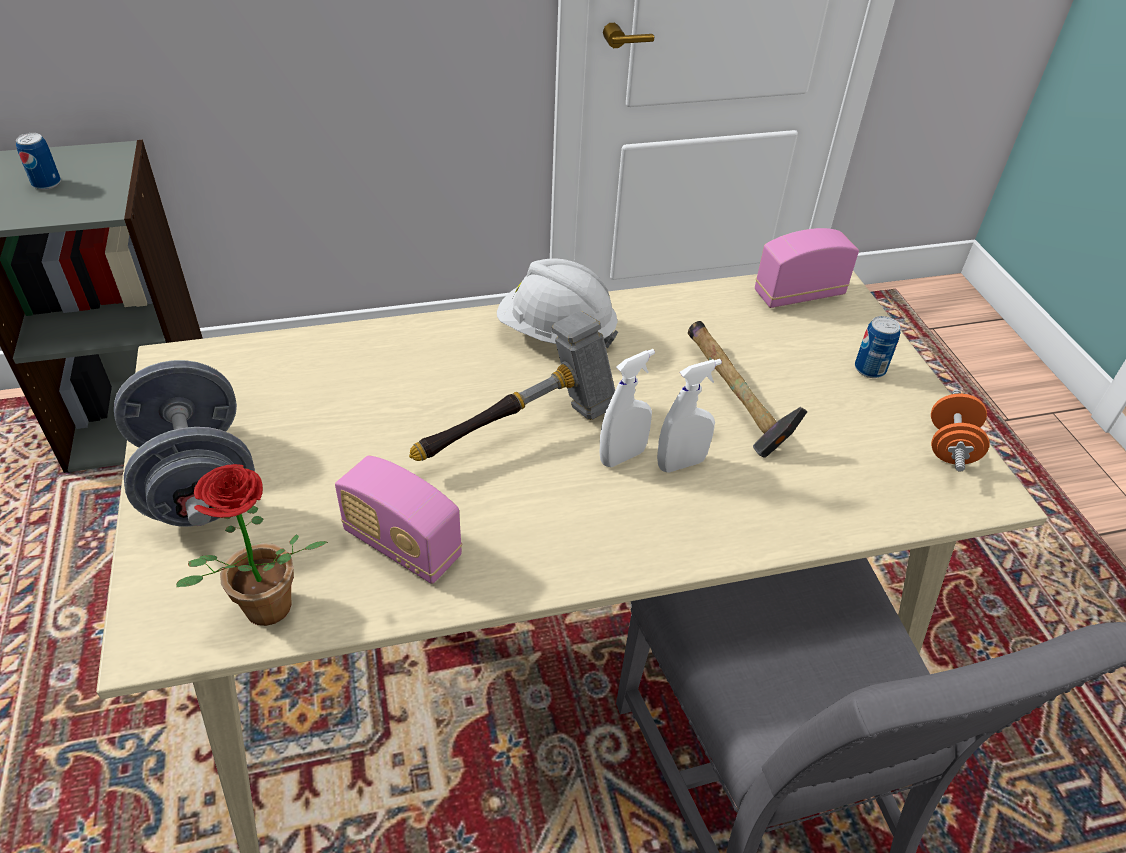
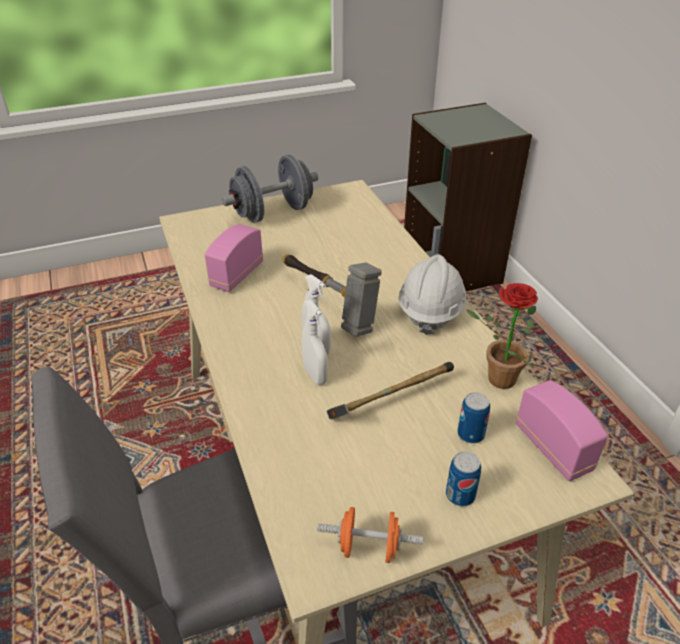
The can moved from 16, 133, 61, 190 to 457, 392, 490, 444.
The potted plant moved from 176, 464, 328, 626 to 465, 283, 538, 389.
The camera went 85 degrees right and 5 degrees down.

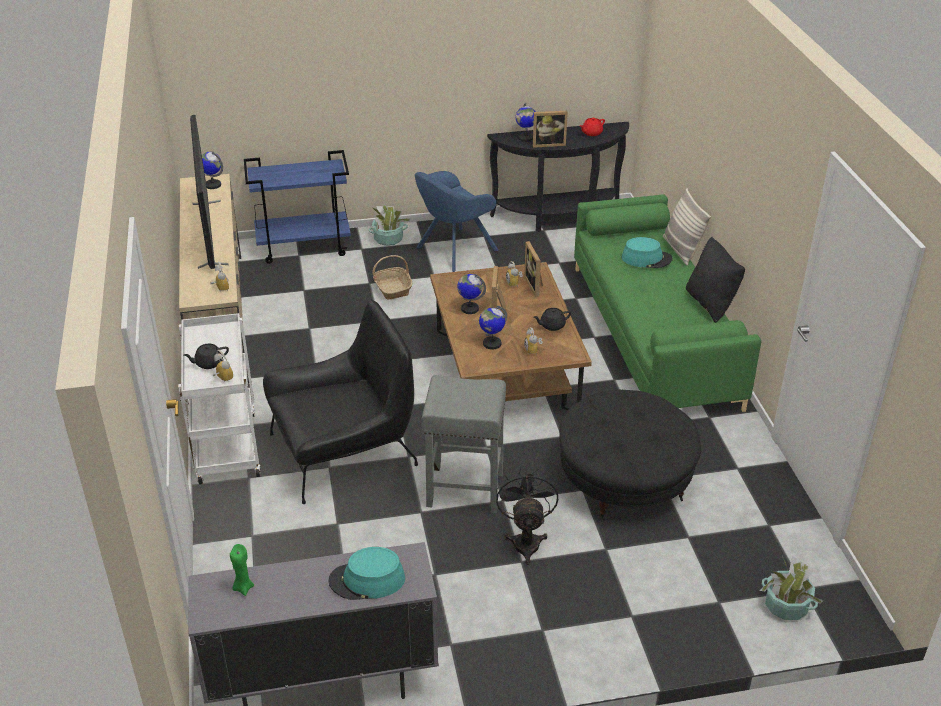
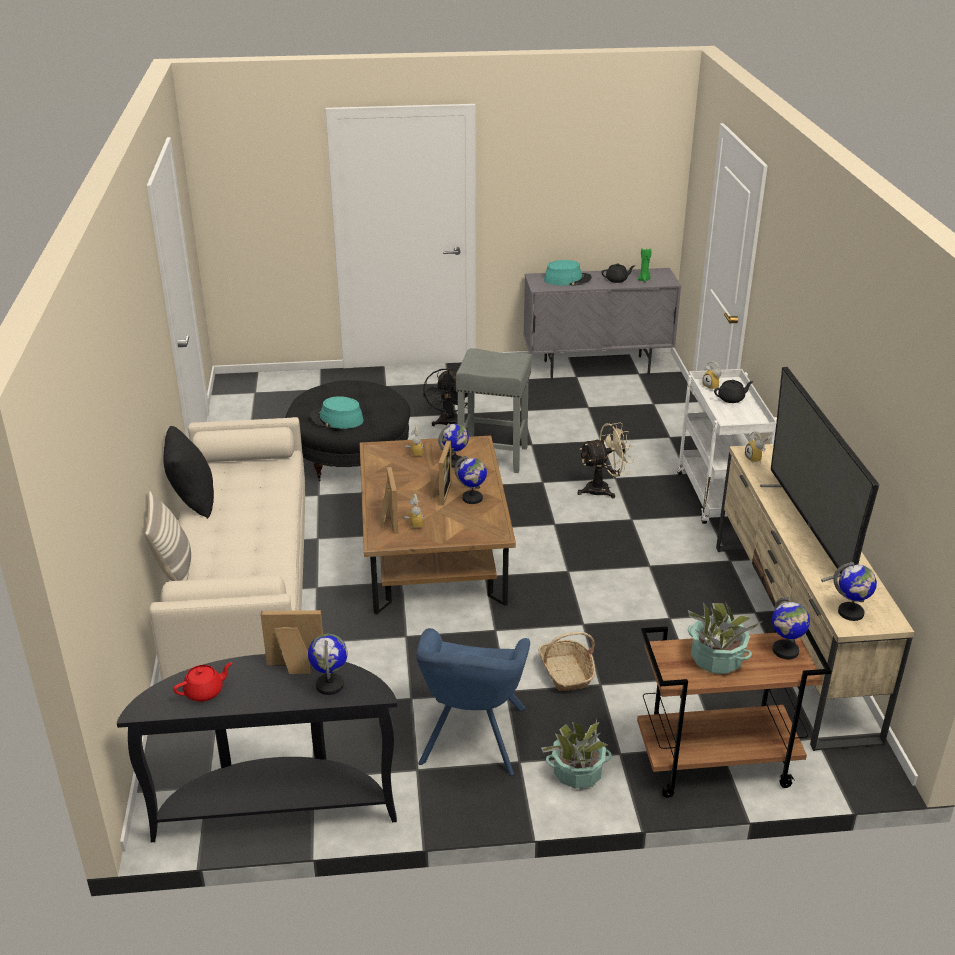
The blue cart at 244, 150, 351, 264 became the brown cart at 637, 626, 831, 798.
The black armchair at 263, 300, 418, 504 was replaced by the beige fan at 577, 422, 634, 499.
The blue armchair at 415, 171, 499, 272 turned 135 degrees clockwise.
The black teapot moved from 534, 308, 571, 331 to 601, 263, 634, 283.
The green sofa at 574, 194, 761, 412 became the beige sofa at 149, 417, 305, 680.
The turquoise hat moved from 622, 237, 673, 268 to 310, 396, 364, 429.
The potted plant moved from 760, 556, 823, 620 to 688, 602, 762, 674.
The globe at 772, 597, 810, 659 appeared.
The camera went 175 degrees left and 5 degrees down.

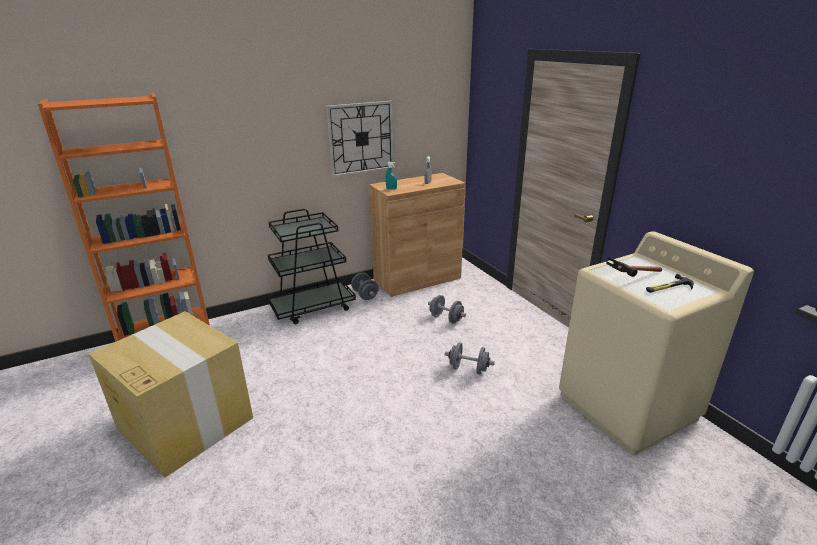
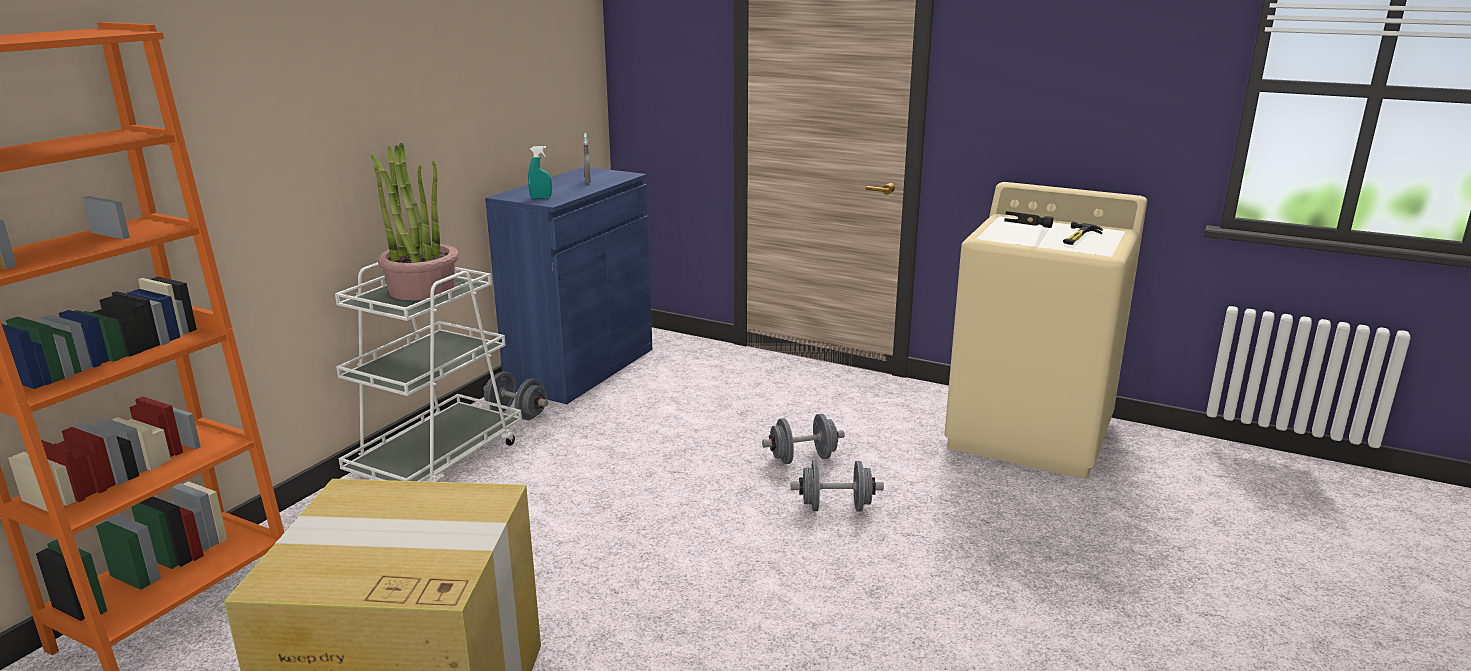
The black cart at 267, 209, 356, 324 became the white cart at 335, 262, 522, 482.
The wall clock at 326, 101, 394, 177 disappeared.
The brown cabinet at 369, 173, 465, 297 became the blue cabinet at 485, 167, 652, 404.
The grey dumbbell moved from 428, 295, 466, 323 to 791, 461, 884, 511.
The potted plant at 371, 143, 459, 300 appeared.
The camera went 35 degrees left and 5 degrees down.

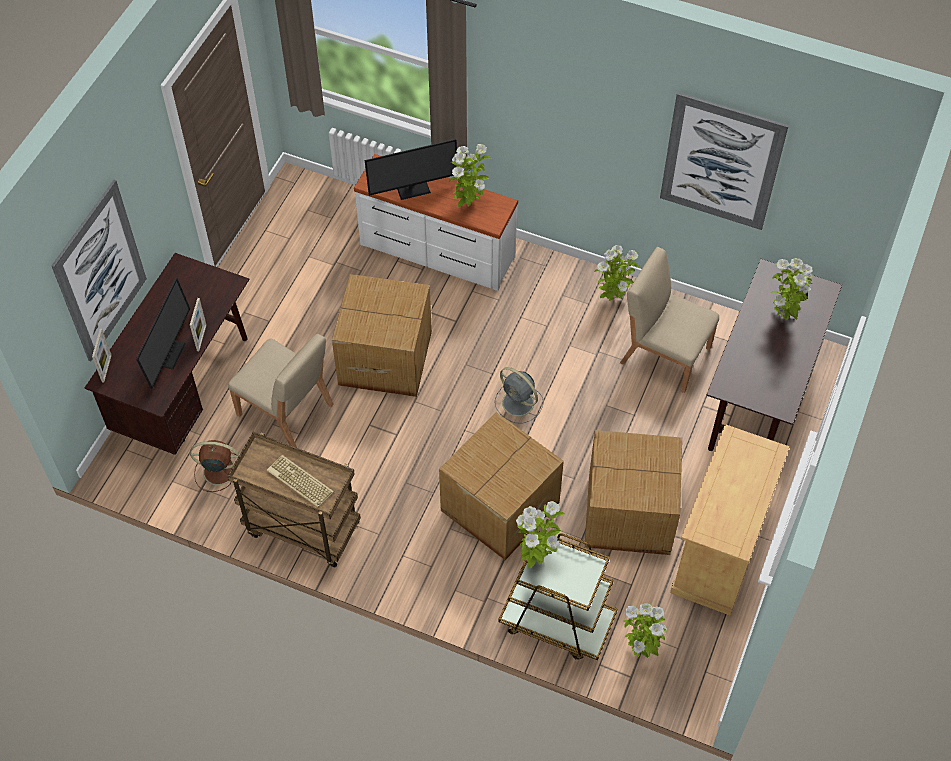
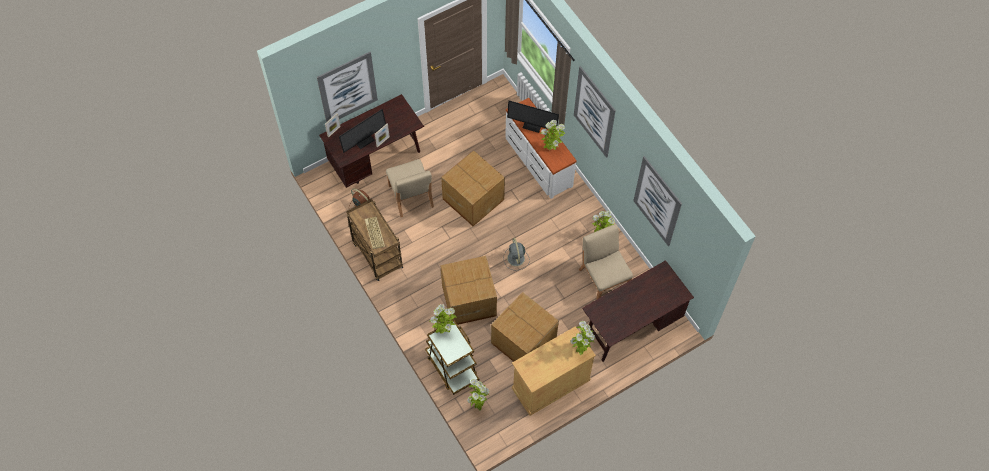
The potted plant moved from 771, 258, 813, 320 to 570, 321, 596, 355.
The picture at 574, 66, 616, 158 appeared.
The camera went 35 degrees right and 5 degrees up.

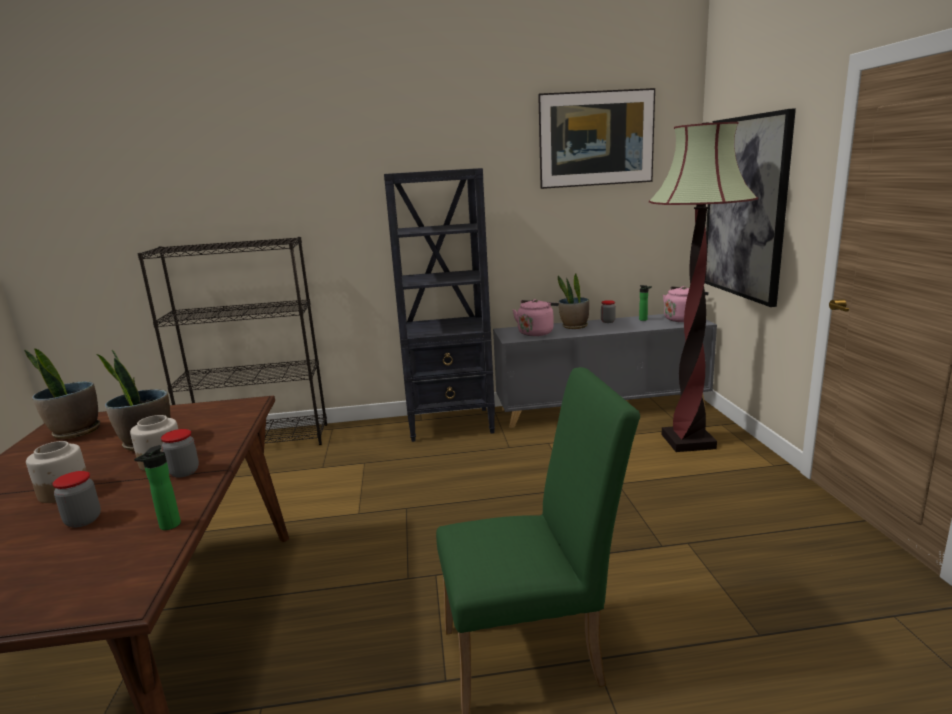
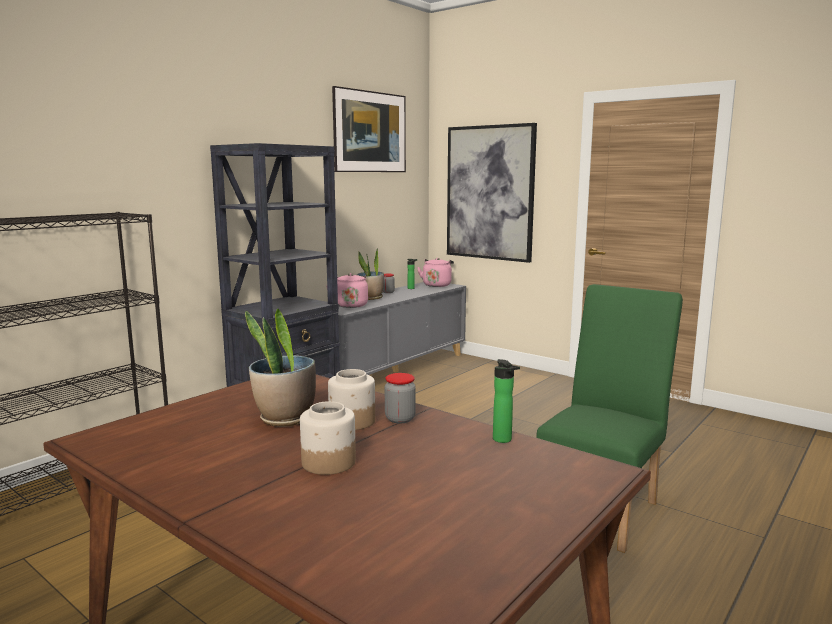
The potted plant at 24, 348, 100, 439 disappeared.
The jar at 52, 471, 101, 528 disappeared.
The floor lamp at 649, 122, 758, 452 disappeared.
The camera went 45 degrees left and 5 degrees down.

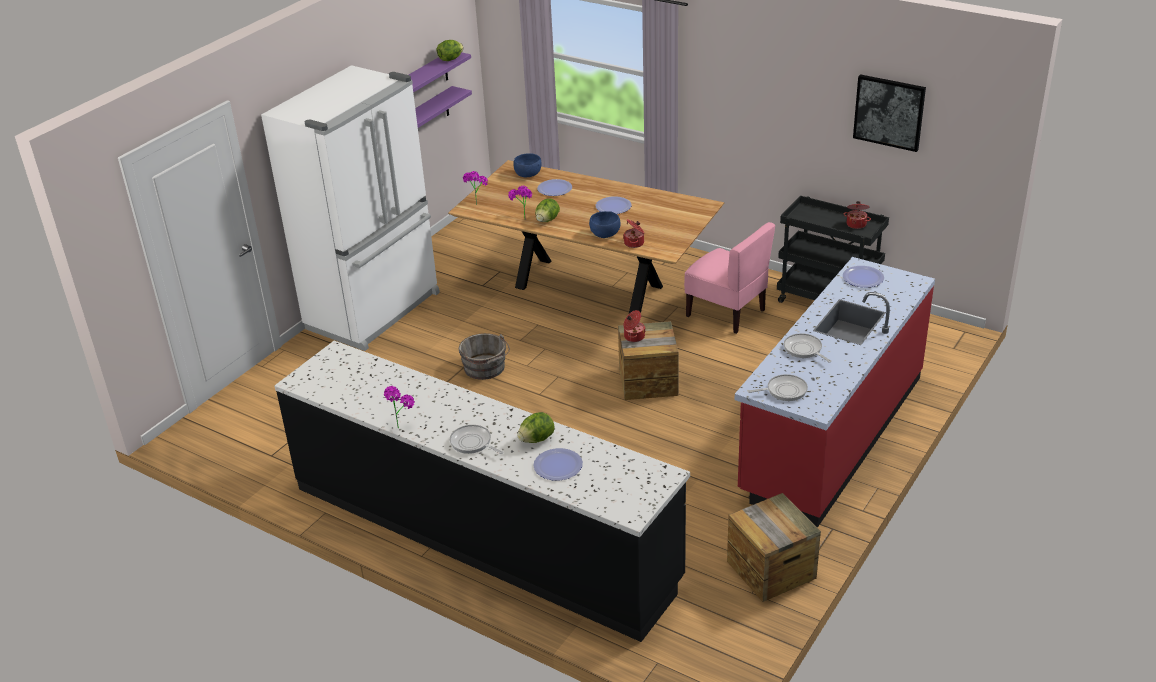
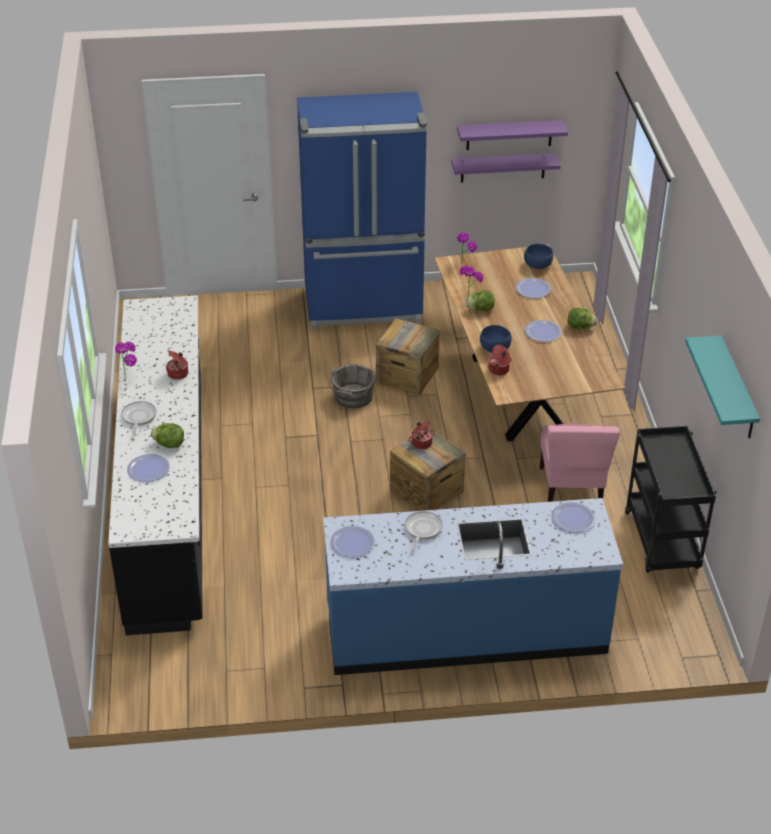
The white fridge at 261, 65, 440, 351 became the blue fridge at 297, 92, 427, 329.
The lettuce moved from 437, 40, 464, 61 to 568, 308, 598, 330.
The crate moved from 727, 493, 821, 602 to 376, 318, 440, 395.
The red counter at 735, 257, 935, 528 became the blue counter at 323, 498, 623, 675.
The frying pan at 748, 374, 808, 401 was replaced by the plate at 330, 526, 375, 558.
The cooking pot moved from 844, 201, 871, 229 to 166, 351, 188, 380.
The picture at 853, 74, 926, 152 was replaced by the turquoise shelf at 685, 336, 760, 439.
The camera went 50 degrees right and 5 degrees up.

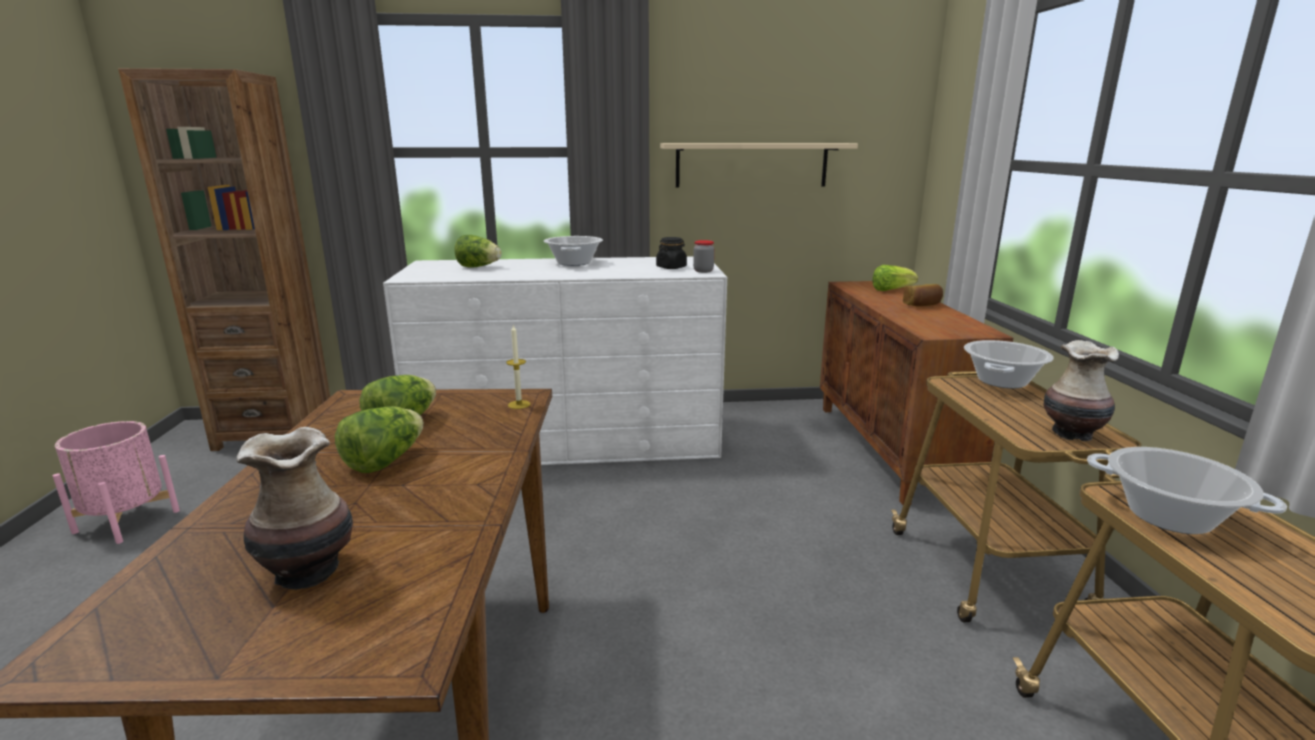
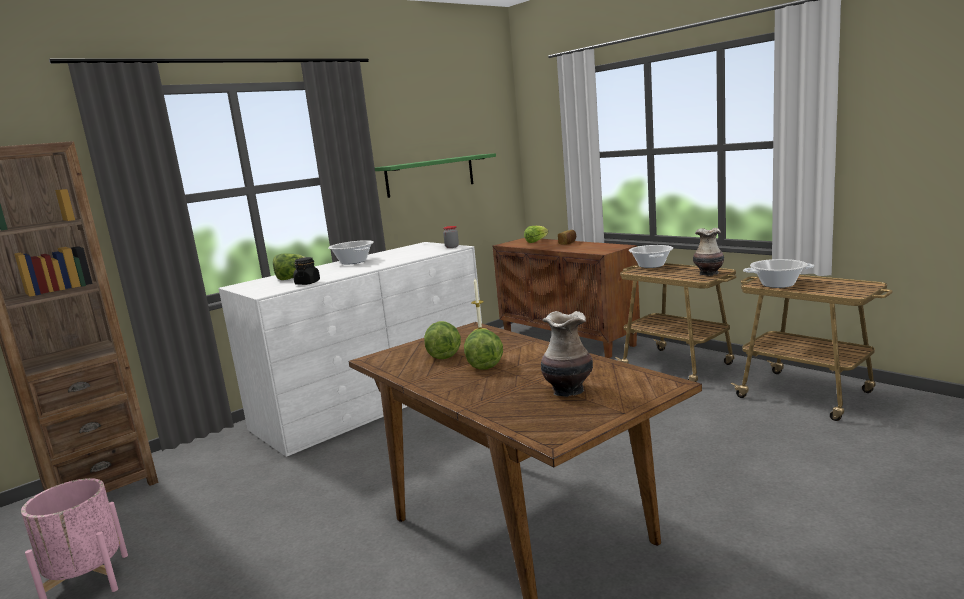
The black jar moved from 656, 237, 687, 269 to 293, 257, 320, 285.
The beige shelf at 660, 143, 858, 187 became the green shelf at 375, 153, 496, 198.
The camera went 35 degrees left and 5 degrees down.

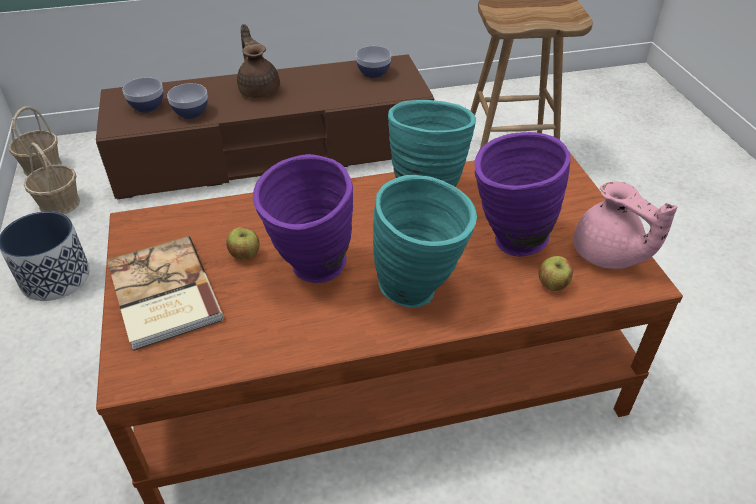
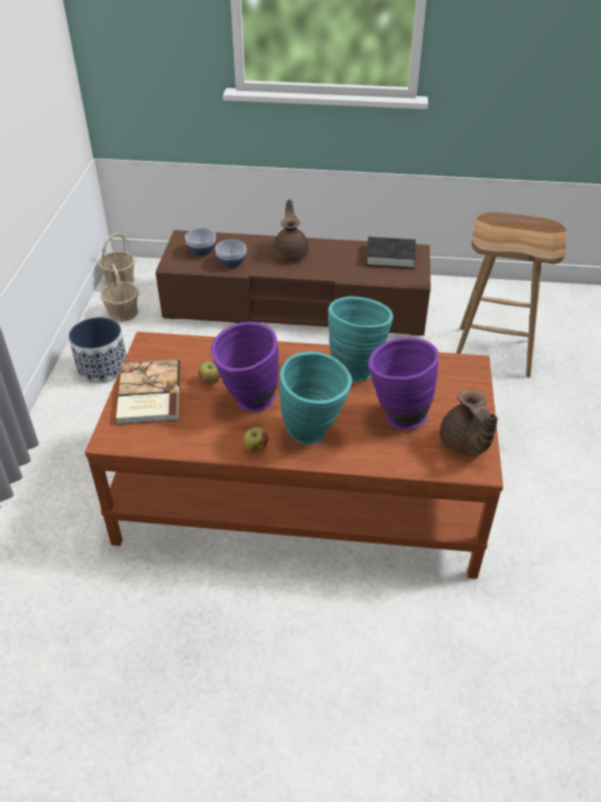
The bowl at 356, 46, 391, 78 was replaced by the black book at 366, 237, 416, 269.
The apple moved from 538, 256, 573, 291 to 243, 427, 268, 452.
The pink teapot at 573, 181, 678, 269 became the brown teapot at 440, 389, 498, 456.
The camera went 20 degrees right and 0 degrees up.

